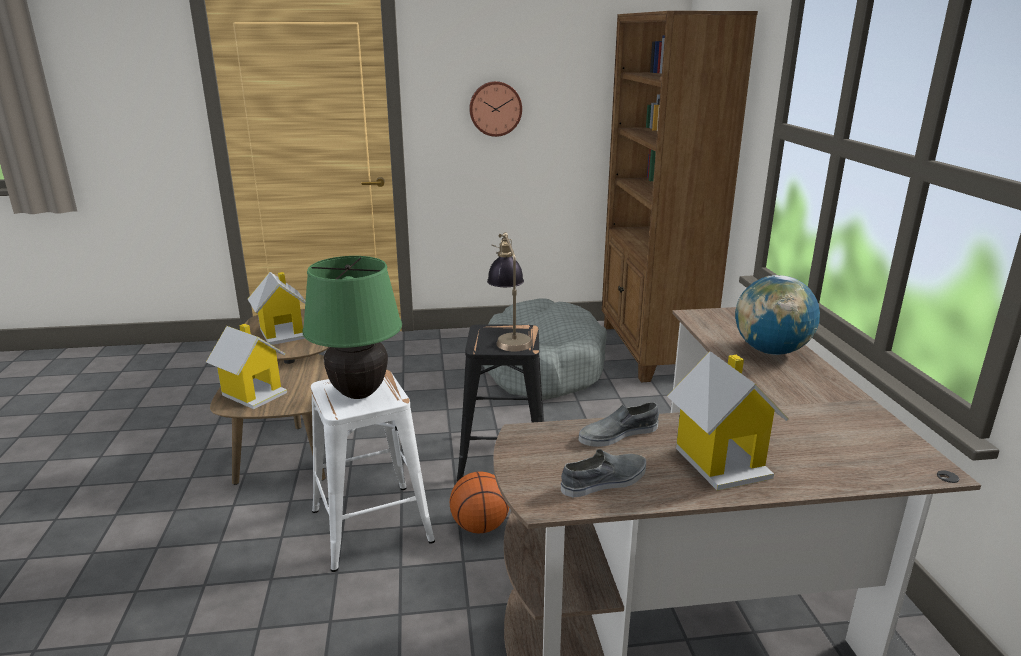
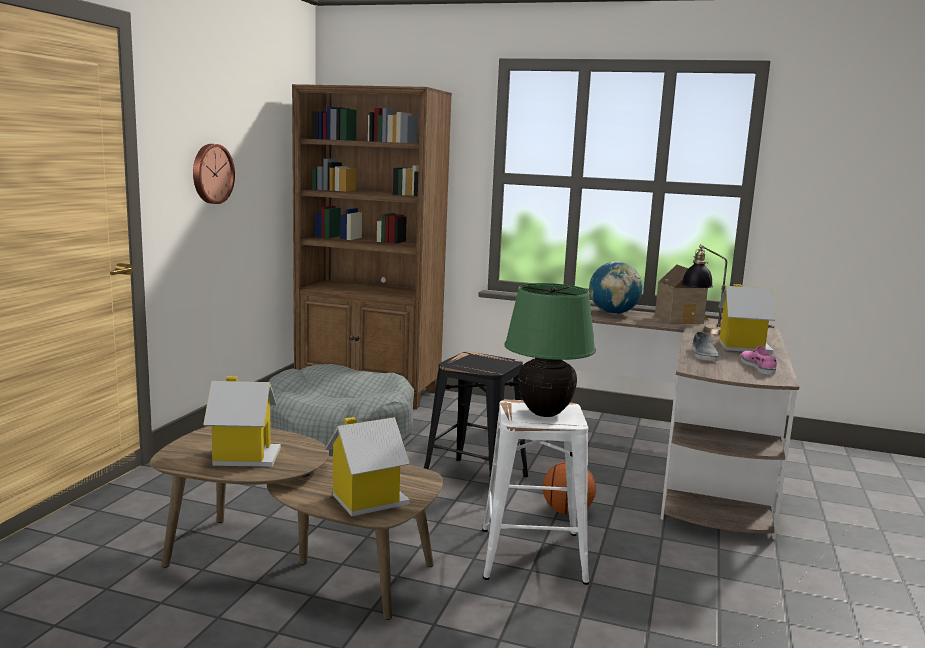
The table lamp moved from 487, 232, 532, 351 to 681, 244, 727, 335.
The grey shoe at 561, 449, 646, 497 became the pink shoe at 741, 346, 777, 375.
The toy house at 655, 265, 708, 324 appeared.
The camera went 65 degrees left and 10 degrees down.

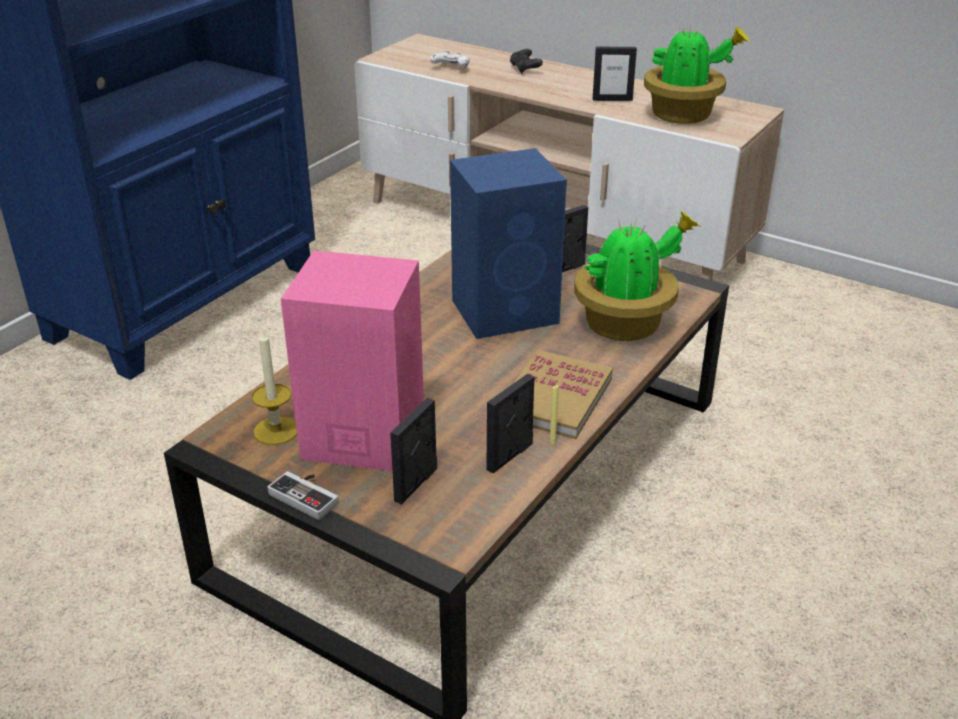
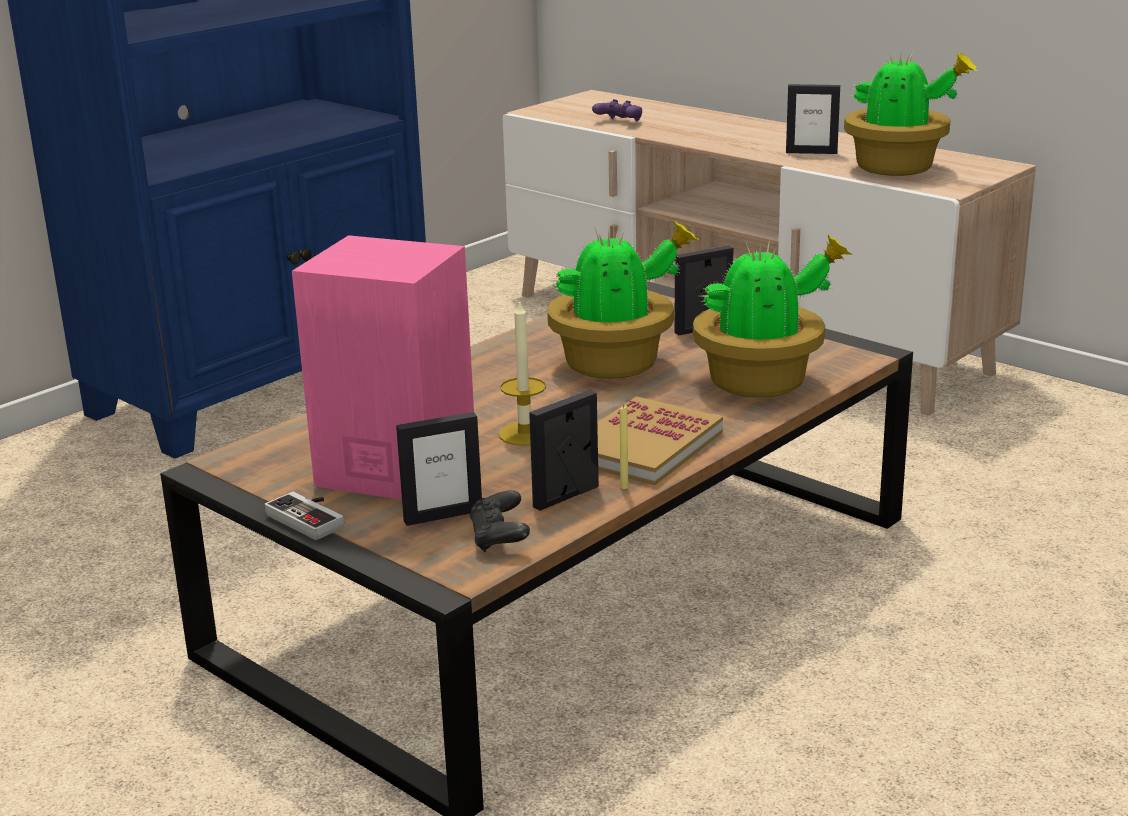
The candle moved from 252, 328, 297, 445 to 499, 299, 546, 446.
The picture frame at 390, 398, 437, 504 turned 150 degrees counterclockwise.
The white game controller at 430, 51, 470, 68 became the purple game controller at 592, 99, 642, 121.
The blue speaker at 450, 148, 567, 339 was replaced by the potted plant at 547, 220, 699, 379.
The black game controller moved from 510, 49, 543, 74 to 470, 490, 530, 552.
The camera went 10 degrees right and 10 degrees down.

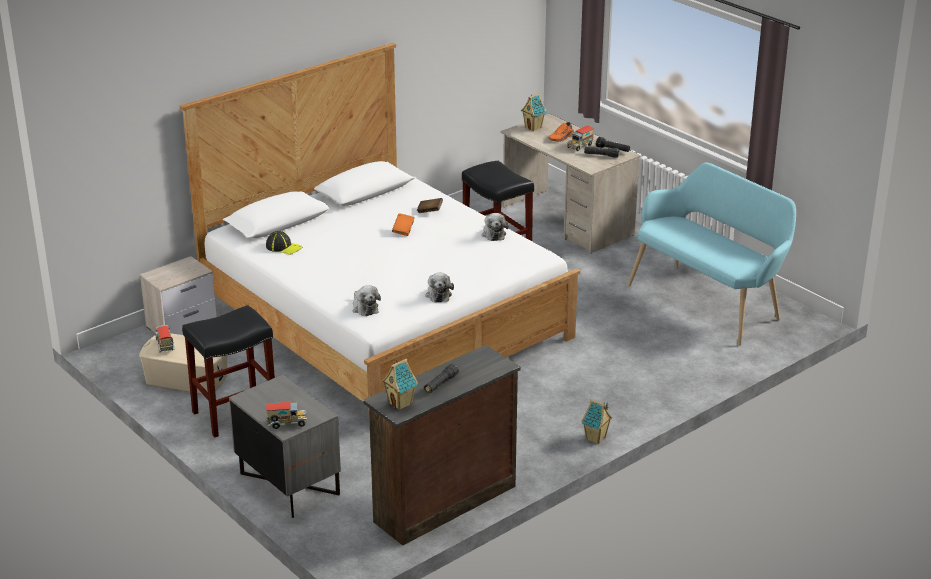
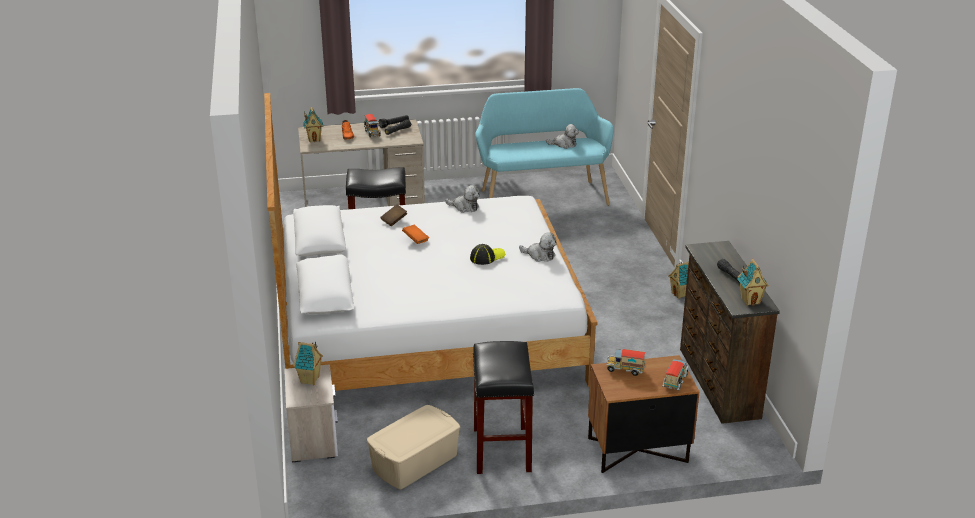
The toy truck moved from 155, 325, 175, 352 to 606, 349, 645, 376.
The grey nightstand at 229, 375, 341, 518 became the brown nightstand at 588, 355, 699, 473.
The cap moved from 266, 231, 303, 255 to 470, 244, 505, 265.
The plush toy moved from 353, 285, 381, 316 to 546, 124, 579, 149.
The toy house at 293, 342, 323, 385 appeared.
The camera went 60 degrees left and 0 degrees up.

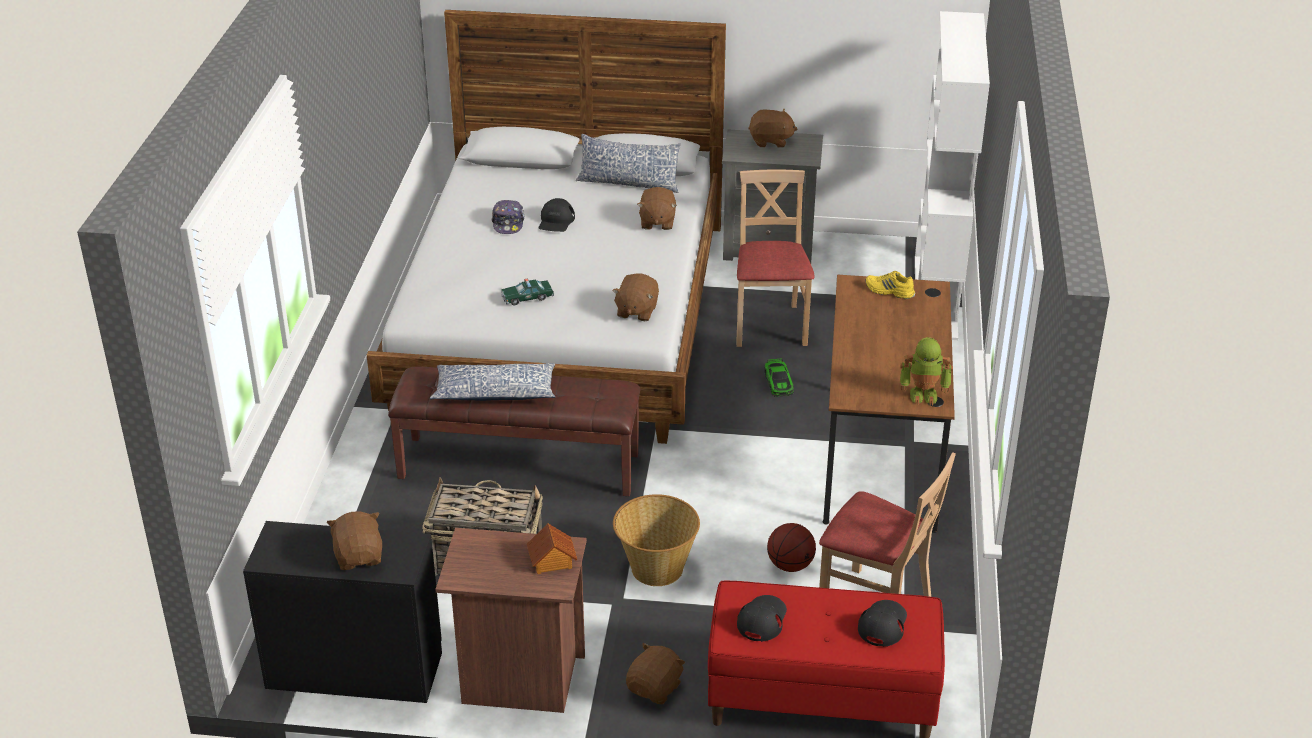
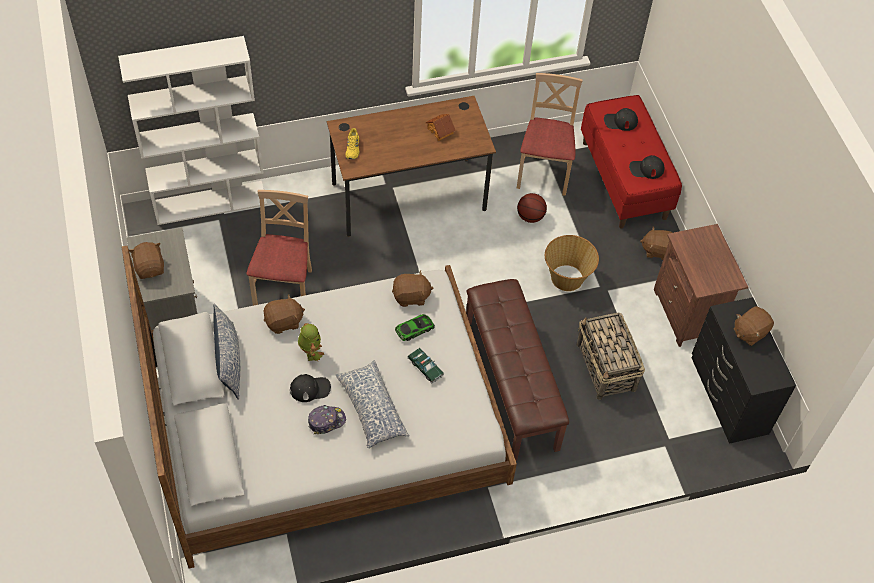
The pillow moved from 430, 363, 555, 401 to 335, 360, 409, 448.
The toy house moved from 527, 523, 577, 574 to 425, 114, 456, 141.
The beige chair at 736, 170, 814, 347 turned 120 degrees clockwise.
The toy car moved from 764, 359, 794, 397 to 395, 314, 435, 341.
The toy robot moved from 900, 337, 953, 406 to 298, 323, 324, 362.
The camera went 115 degrees left and 20 degrees up.

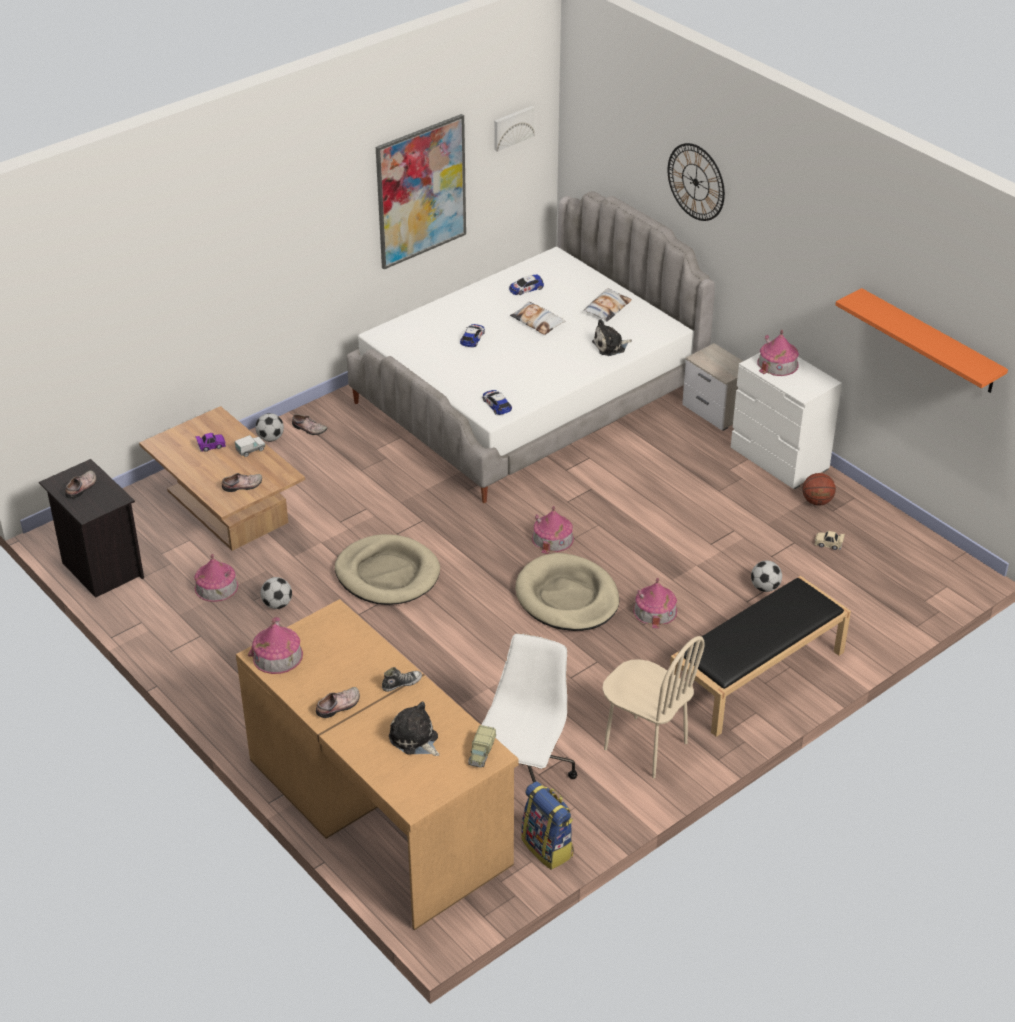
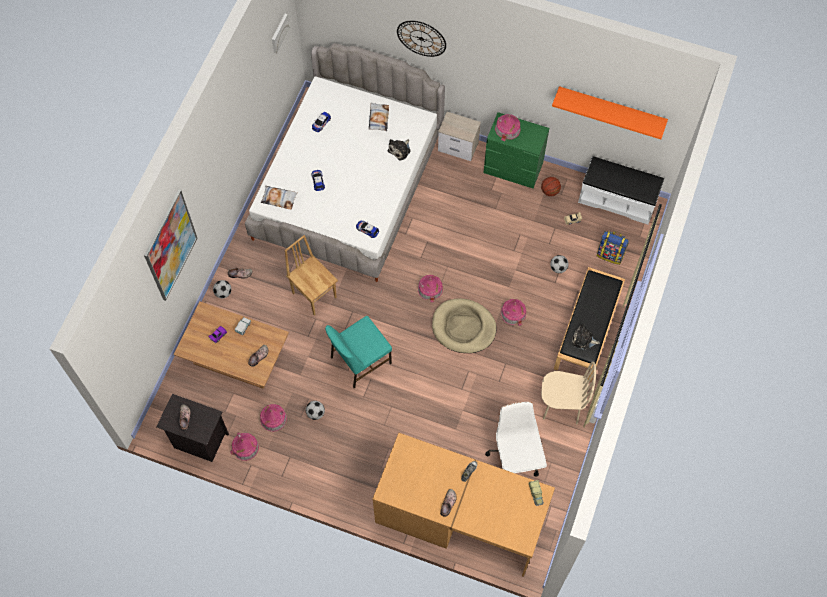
The toy house moved from 248, 617, 303, 674 to 230, 432, 259, 461.
The beige dog bed at 335, 534, 440, 605 was replaced by the turquoise chair at 325, 316, 392, 388.
The picture moved from 376, 114, 466, 269 to 144, 189, 197, 301.
The plush toy moved from 389, 701, 440, 756 to 571, 323, 600, 350.
The pillow moved from 510, 302, 566, 335 to 261, 186, 298, 210.
The backpack moved from 521, 781, 574, 870 to 597, 231, 629, 265.
The white dresser at 731, 353, 842, 489 became the green dresser at 483, 112, 549, 188.
The brown chair at 285, 235, 338, 316 appeared.
The white bench at 578, 156, 664, 225 appeared.
The camera went 30 degrees left and 25 degrees up.

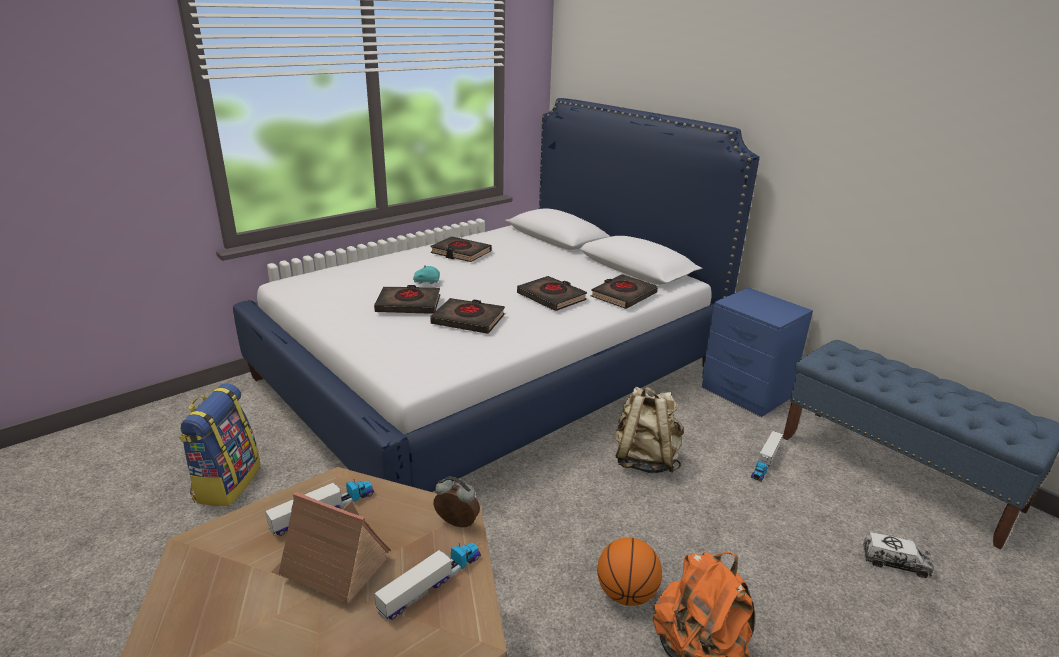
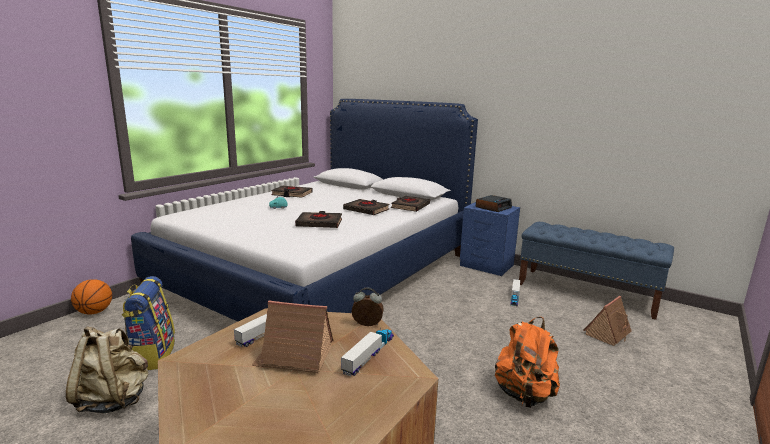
The black book at 374, 285, 440, 314 disappeared.
The basketball moved from 597, 537, 662, 606 to 71, 279, 112, 314.
The beige backpack moved from 614, 386, 684, 473 to 66, 326, 148, 413.
The toy truck at 863, 532, 934, 578 was replaced by the toy house at 583, 296, 631, 346.
The alarm clock at 476, 195, 512, 212 appeared.
The camera went 15 degrees left and 10 degrees down.

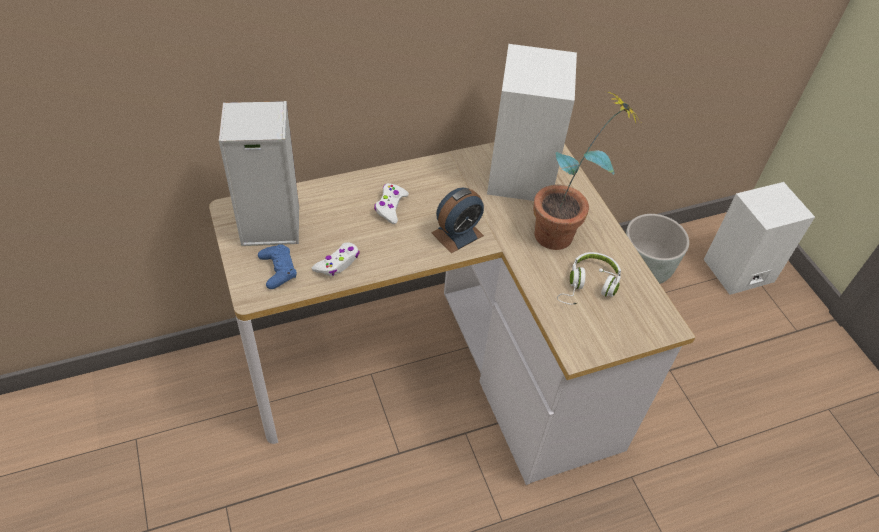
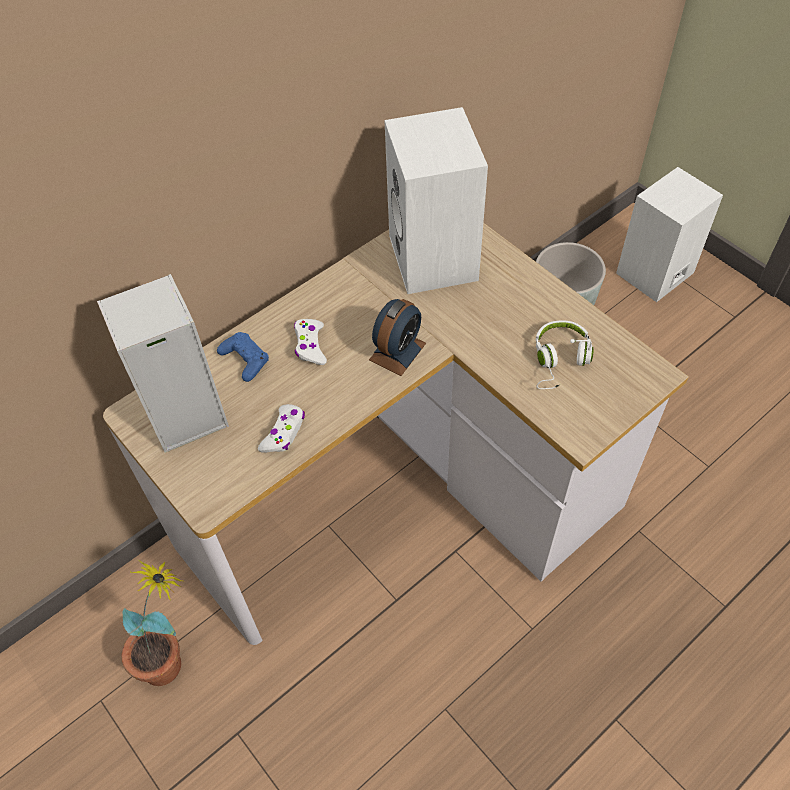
The blue game controller moved from 258, 244, 297, 289 to 217, 332, 269, 382.
The potted plant moved from 533, 89, 639, 250 to 122, 560, 182, 686.
The camera went 15 degrees left and 5 degrees up.

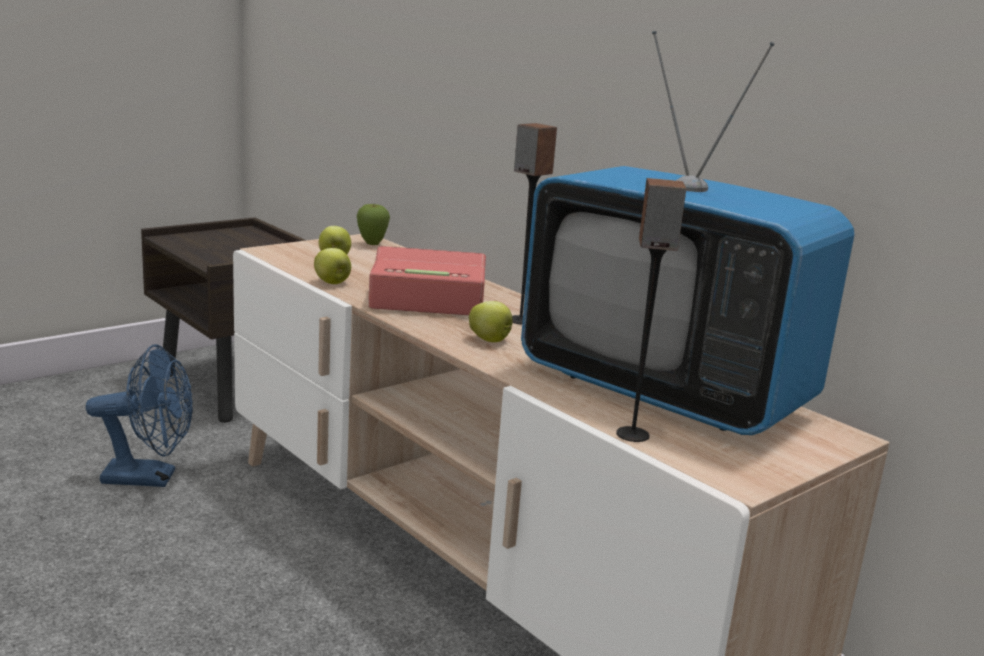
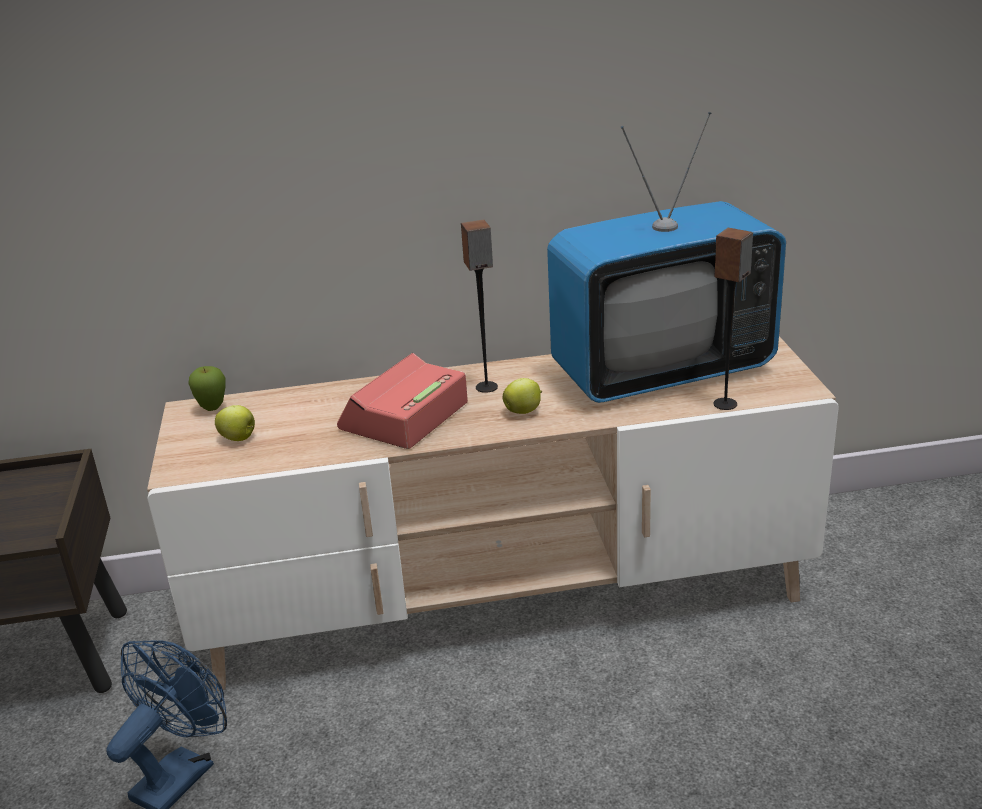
The apple at 314, 248, 351, 284 disappeared.
The camera went 55 degrees left and 10 degrees up.

